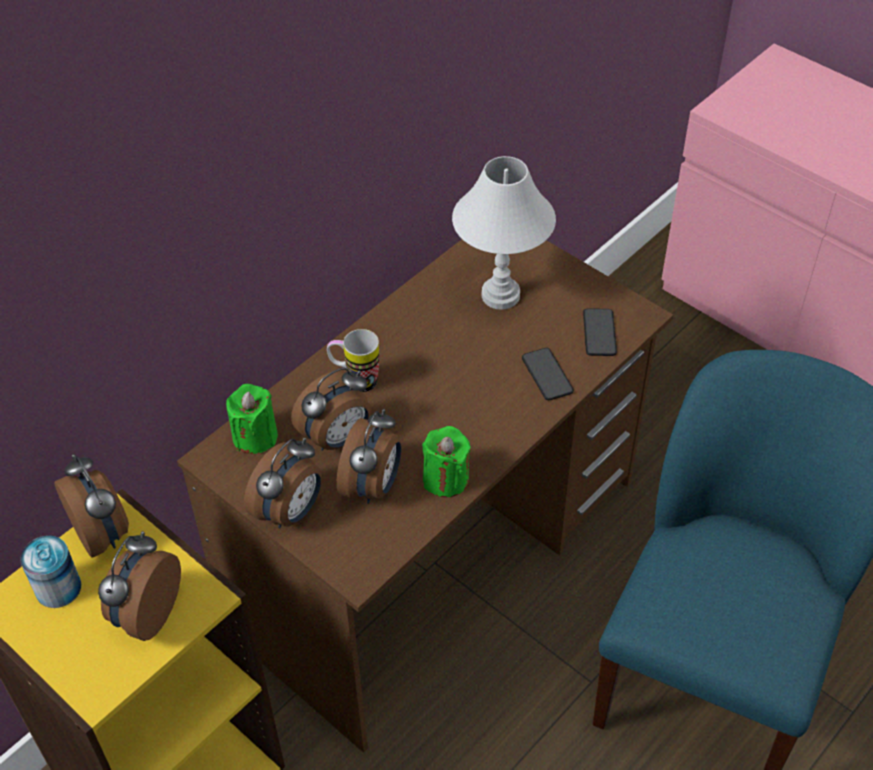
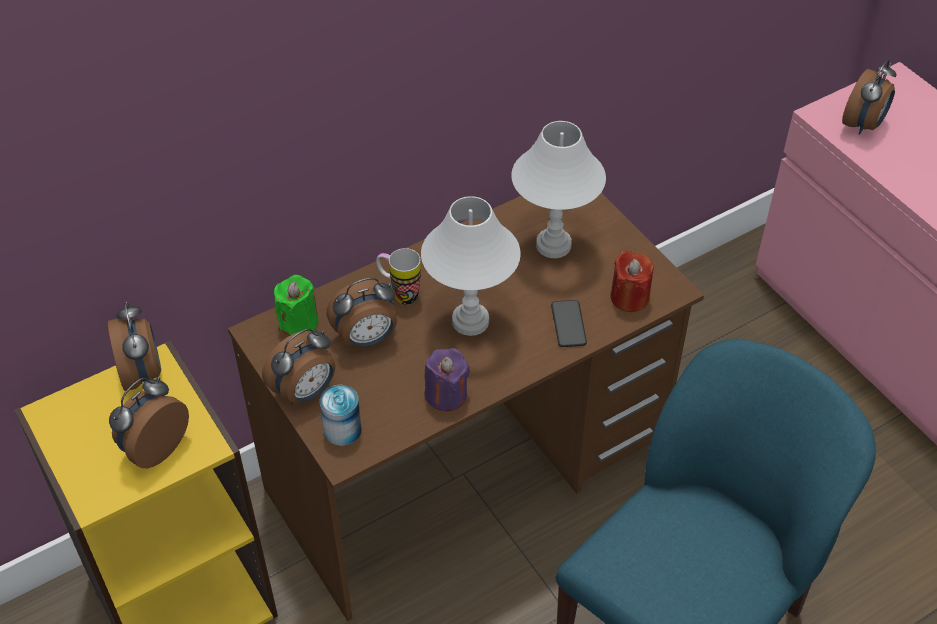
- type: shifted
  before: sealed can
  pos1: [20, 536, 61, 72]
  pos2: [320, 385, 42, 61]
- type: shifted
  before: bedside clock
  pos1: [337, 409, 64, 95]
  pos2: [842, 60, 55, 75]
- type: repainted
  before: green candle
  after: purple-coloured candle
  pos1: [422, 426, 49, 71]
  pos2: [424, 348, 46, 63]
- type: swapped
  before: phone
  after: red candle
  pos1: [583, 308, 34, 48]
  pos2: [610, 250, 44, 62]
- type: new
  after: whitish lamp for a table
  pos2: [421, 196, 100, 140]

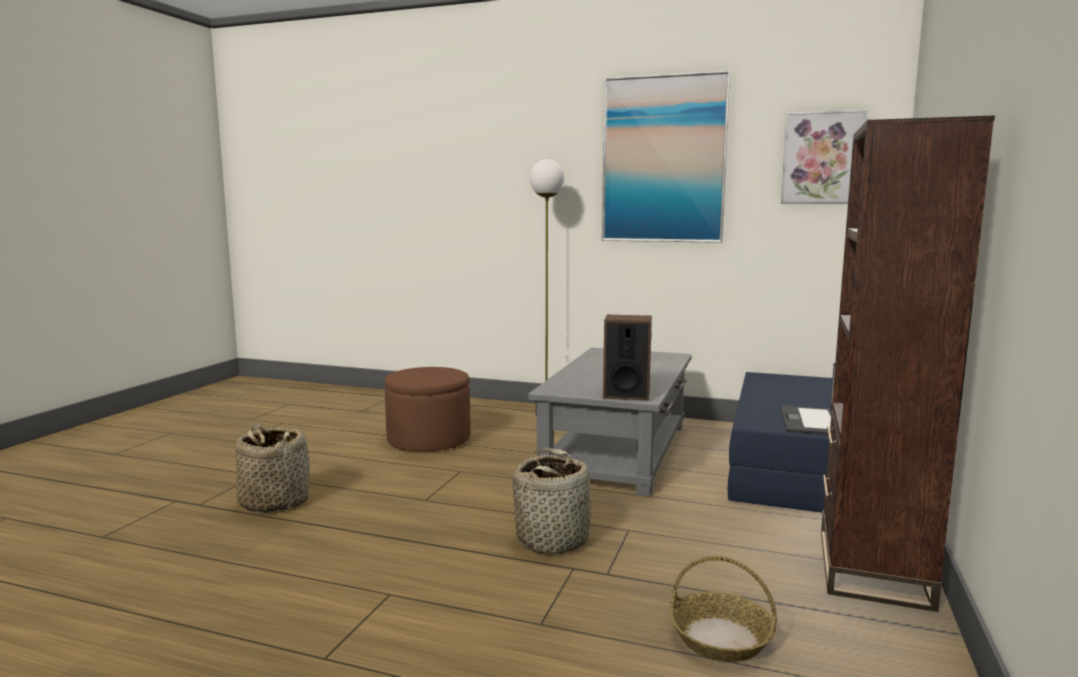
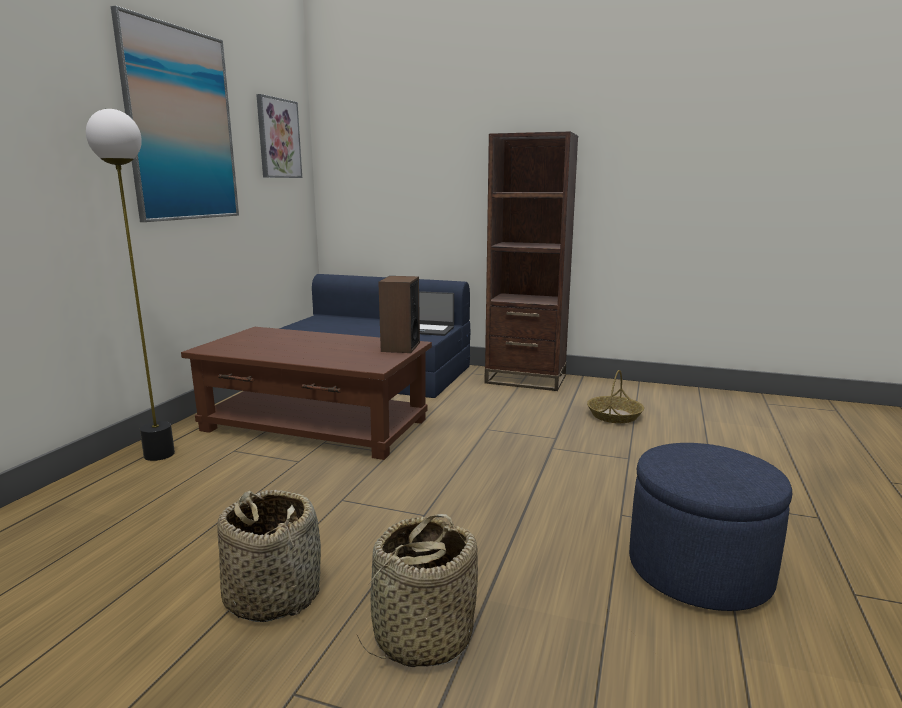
- type: gone
  before: brown-coloured ottoman
  pos1: [384, 367, 86, 84]
- type: shifted
  before: household basket
  pos1: [513, 448, 80, 107]
  pos2: [217, 490, 104, 132]
- type: repainted
  before: greyish coffee table
  after: brown-coloured coffee table
  pos1: [528, 348, 164, 149]
  pos2: [181, 327, 251, 133]
- type: new
  after: blue ottoman
  pos2: [629, 443, 163, 168]

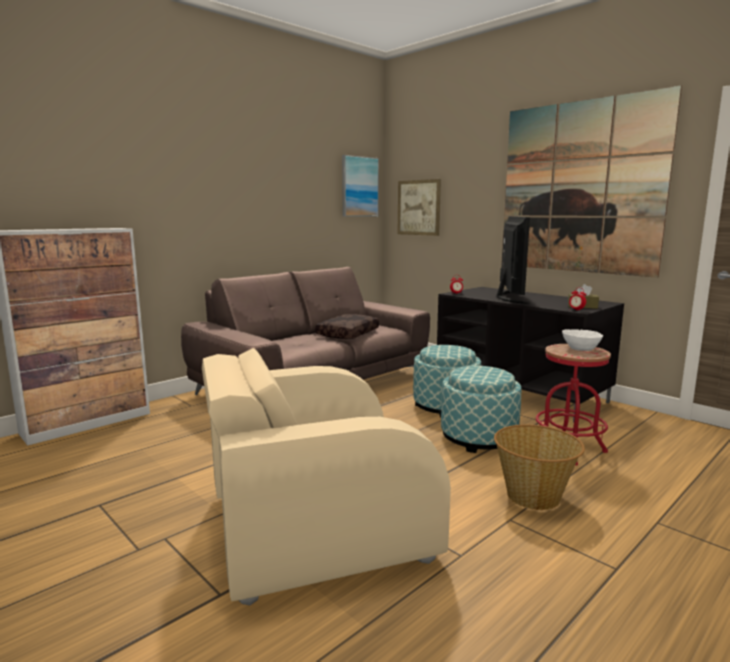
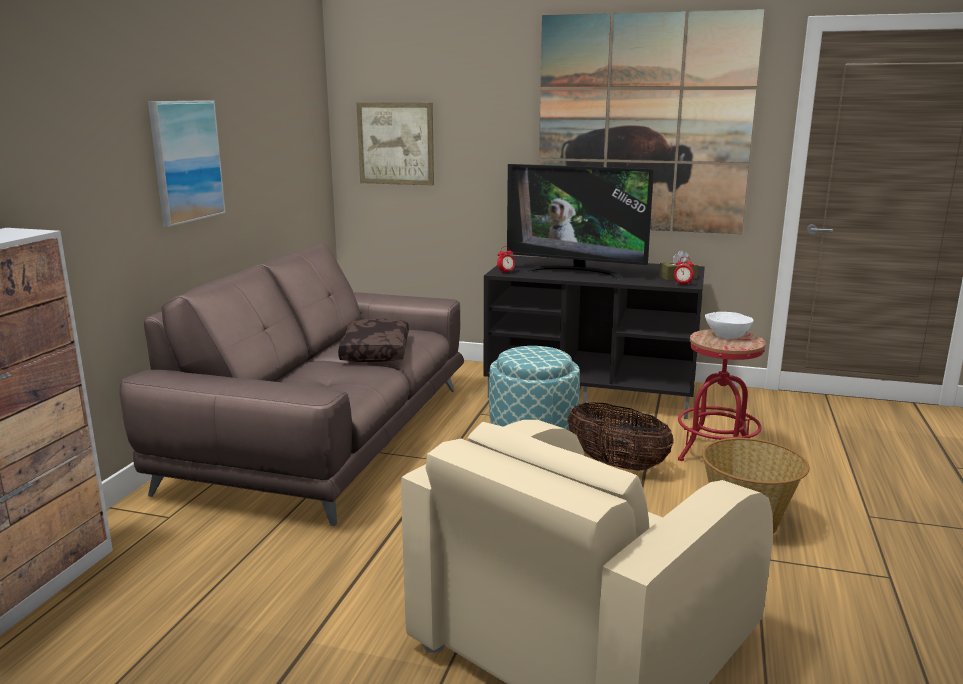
- type: shifted
  before: picture
  pos1: [342, 155, 37, 62]
  pos2: [148, 100, 78, 127]
- type: swapped
  before: ottoman
  after: household basket
  pos1: [441, 366, 81, 87]
  pos2: [567, 402, 107, 69]
- type: rotated
  before: TV
  pos1: [496, 216, 34, 88]
  pos2: [507, 164, 147, 116]
  turn: 135

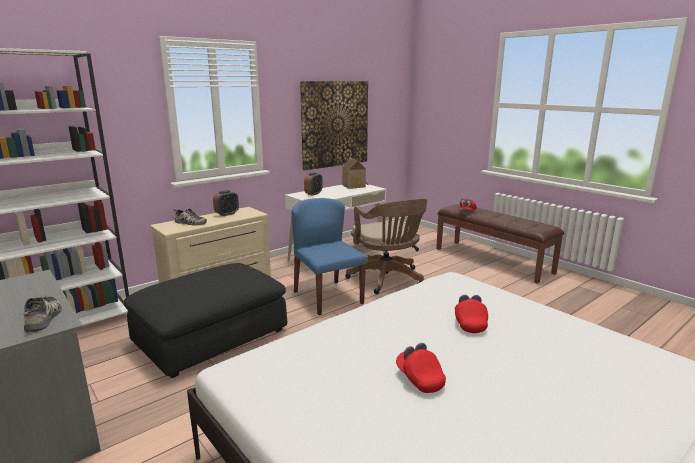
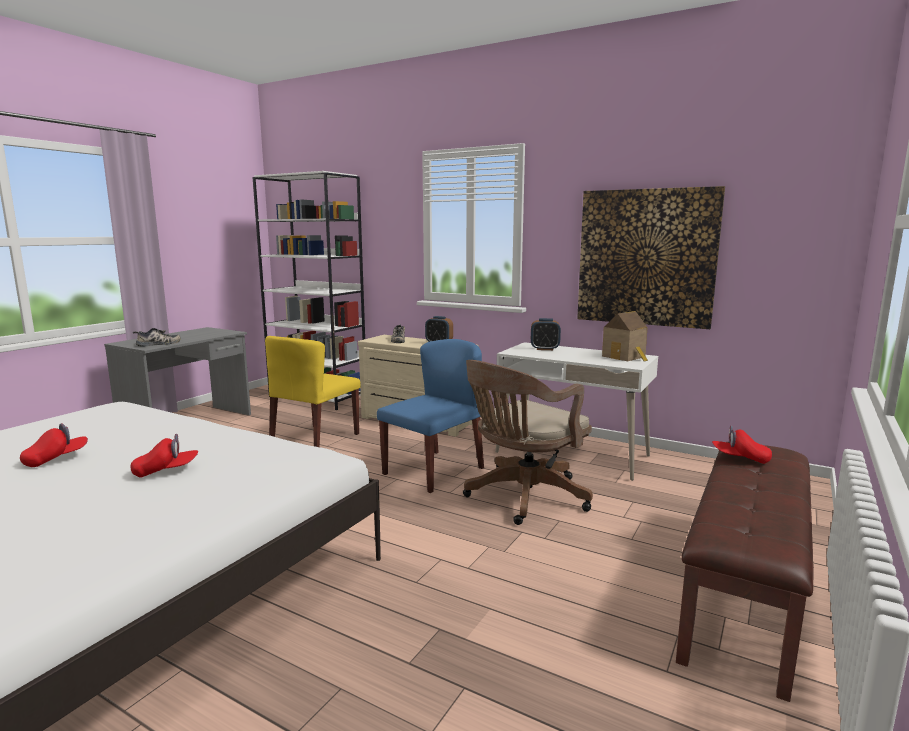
- type: swapped
  before: black-coloured ottoman
  after: yellow chair
  pos1: [124, 263, 163, 115]
  pos2: [265, 336, 96, 111]

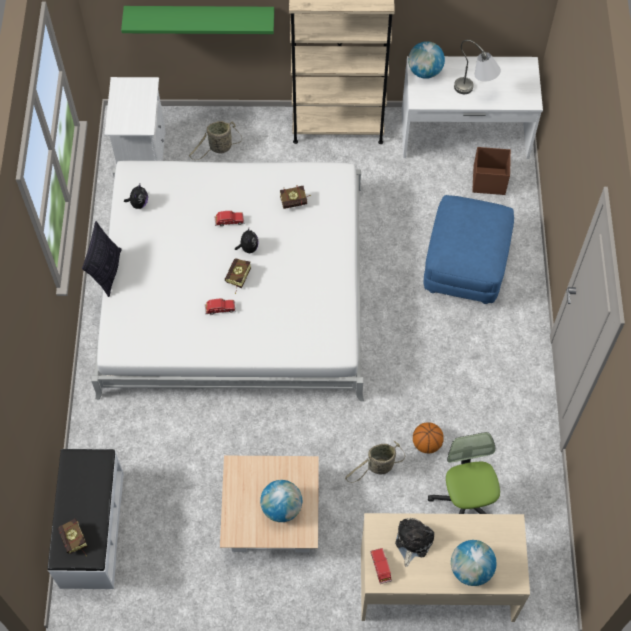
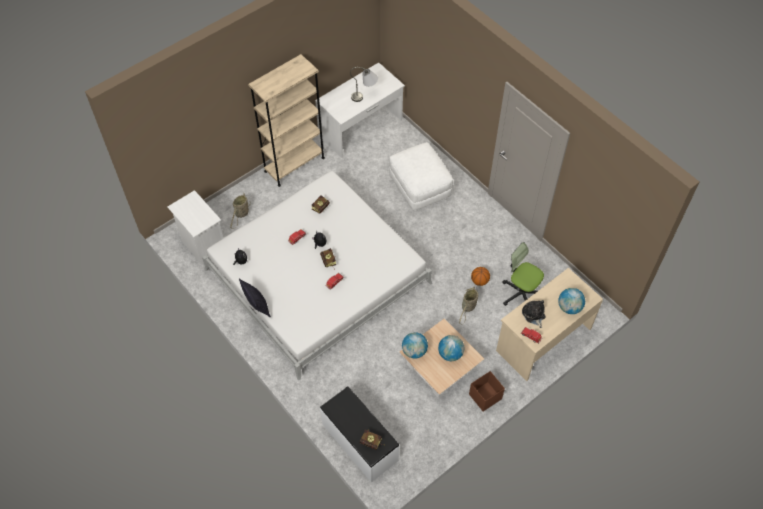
- type: gone
  before: green bracket shelf
  pos1: [121, 6, 153, 28]
- type: shifted
  before: world globe
  pos1: [408, 41, 37, 38]
  pos2: [402, 332, 26, 27]
- type: repainted
  before: blue ottoman
  after: whitish ottoman
  pos1: [423, 195, 91, 109]
  pos2: [389, 142, 64, 70]
- type: shifted
  before: brown-coloured storage box
  pos1: [472, 147, 39, 48]
  pos2: [469, 371, 36, 41]

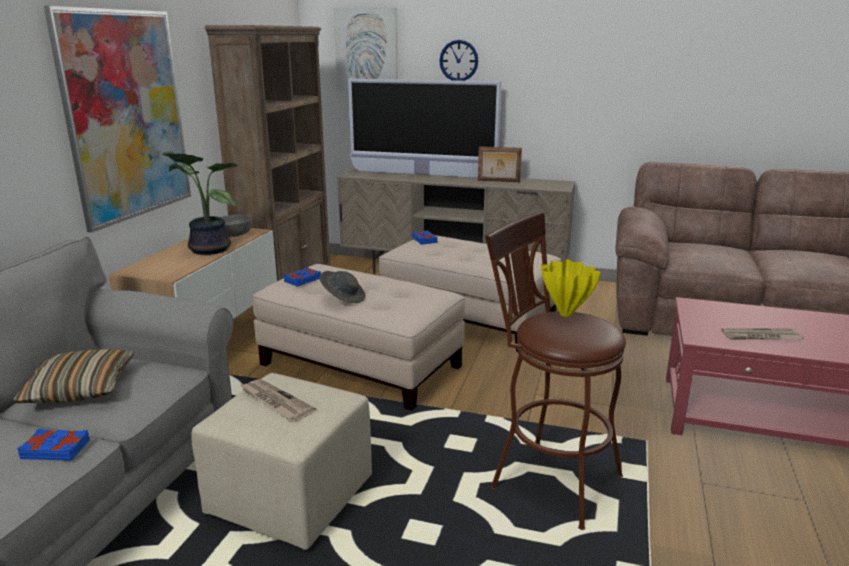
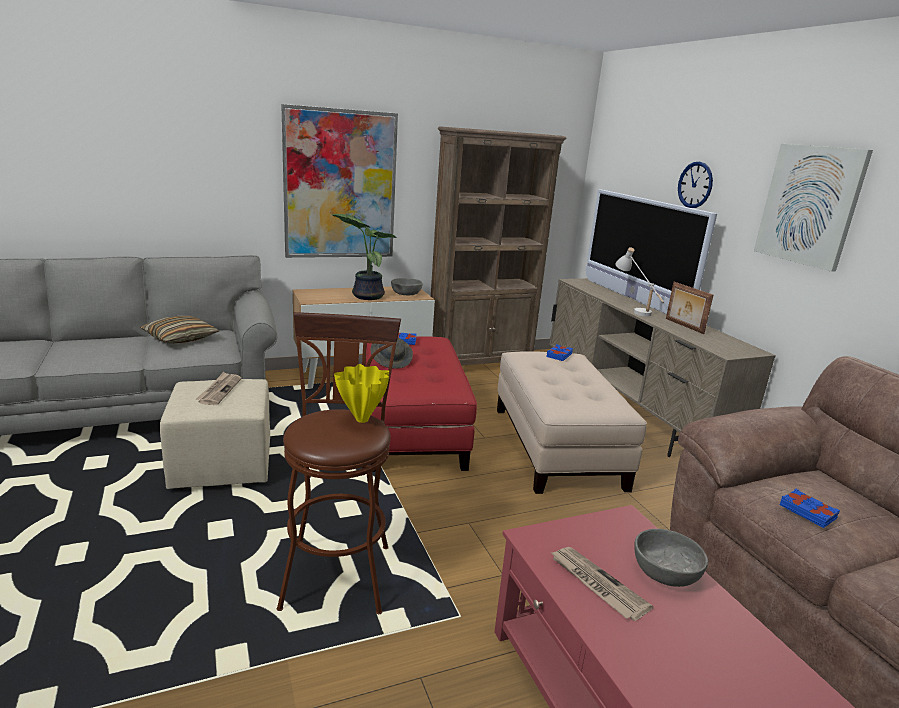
- type: shifted
  before: blue book
  pos1: [17, 428, 73, 33]
  pos2: [780, 489, 60, 39]
- type: repainted
  before: beige ottoman
  after: red ottoman
  pos1: [252, 264, 213, 147]
  pos2: [365, 336, 112, 136]
- type: shifted
  before: picture
  pos1: [333, 7, 65, 83]
  pos2: [754, 144, 119, 128]
- type: new
  after: whitish lamp for a table
  pos2: [616, 247, 48, 70]
- type: new
  after: greyish deep dish
  pos2: [634, 529, 74, 58]

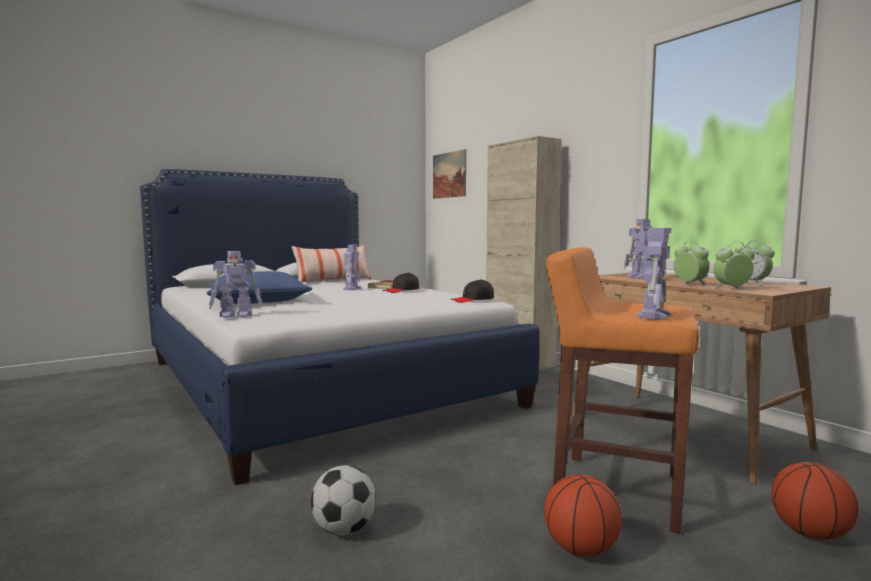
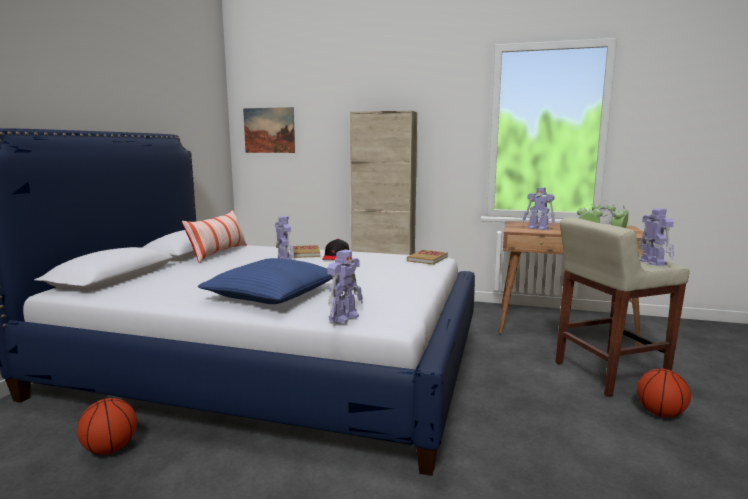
- type: gone
  before: football
  pos1: [311, 465, 65, 70]
- type: swapped
  before: black-coloured cap
  after: book
  pos1: [451, 279, 43, 24]
  pos2: [407, 250, 41, 15]
- type: repainted
  before: orange sitting stool
  after: beige sitting stool
  pos1: [546, 247, 154, 286]
  pos2: [555, 217, 134, 179]
- type: shifted
  before: ball for basketball
  pos1: [771, 462, 88, 78]
  pos2: [77, 398, 60, 57]

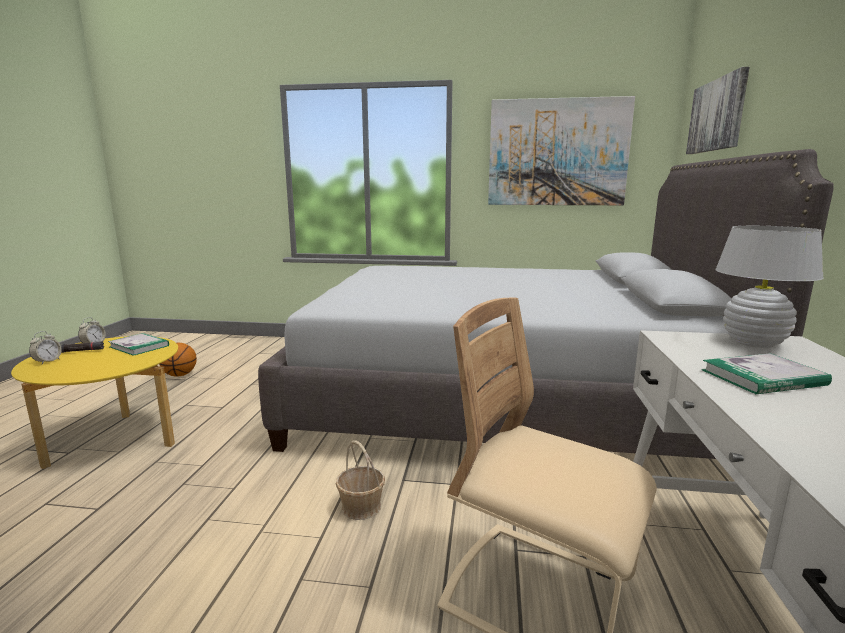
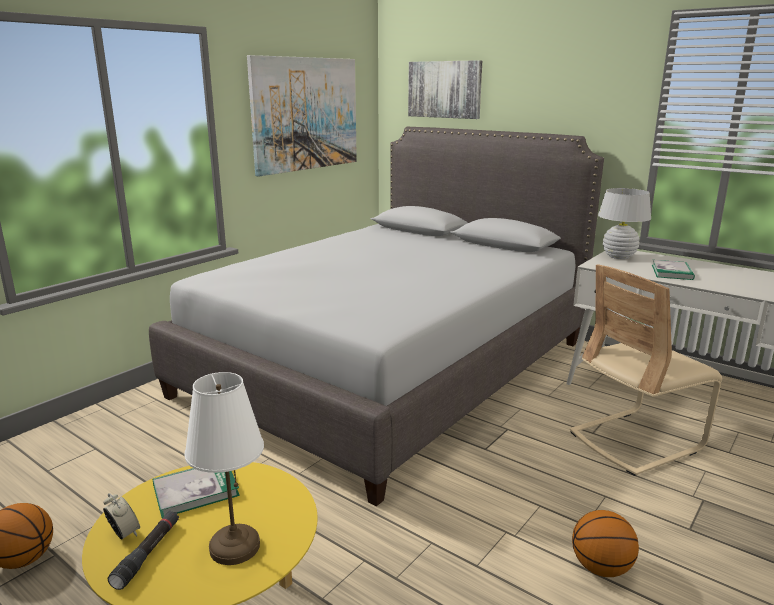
- type: gone
  before: bedside clock
  pos1: [29, 331, 33, 33]
- type: gone
  before: household basket
  pos1: [336, 440, 49, 80]
- type: new
  after: whitish lamp for a table
  pos2: [185, 372, 79, 193]
- type: new
  after: ball for basketball
  pos2: [572, 510, 67, 67]

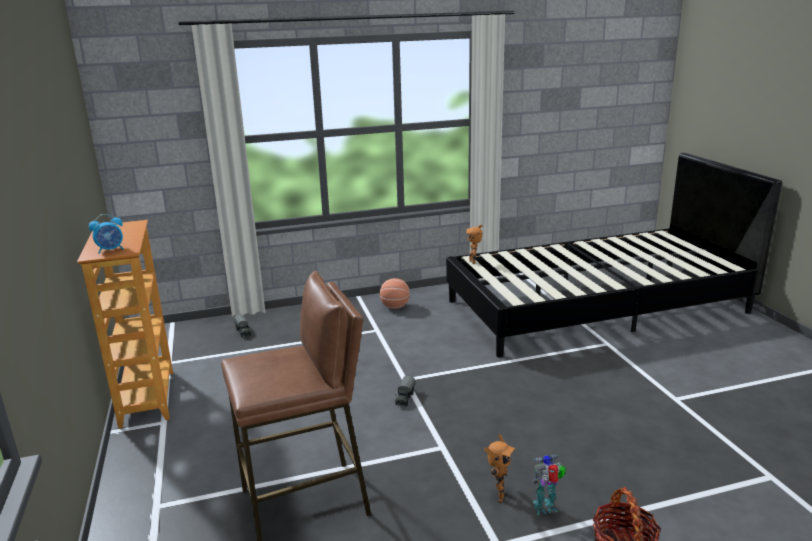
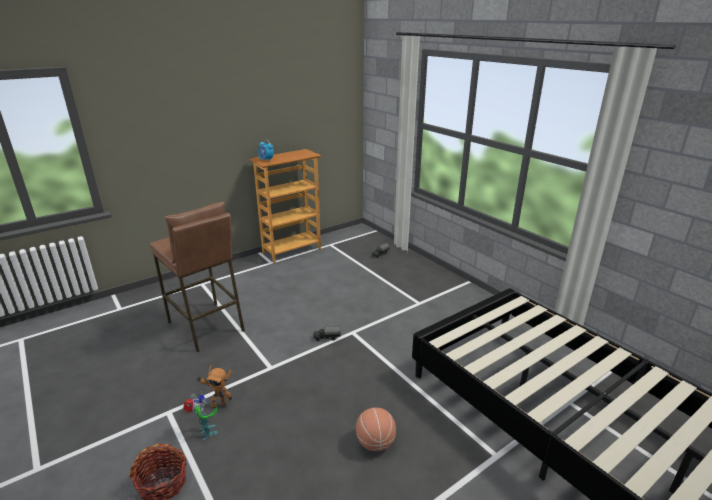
- type: shifted
  before: ball for basketball
  pos1: [380, 278, 30, 31]
  pos2: [356, 407, 40, 44]
- type: gone
  before: model robot
  pos1: [466, 225, 17, 39]

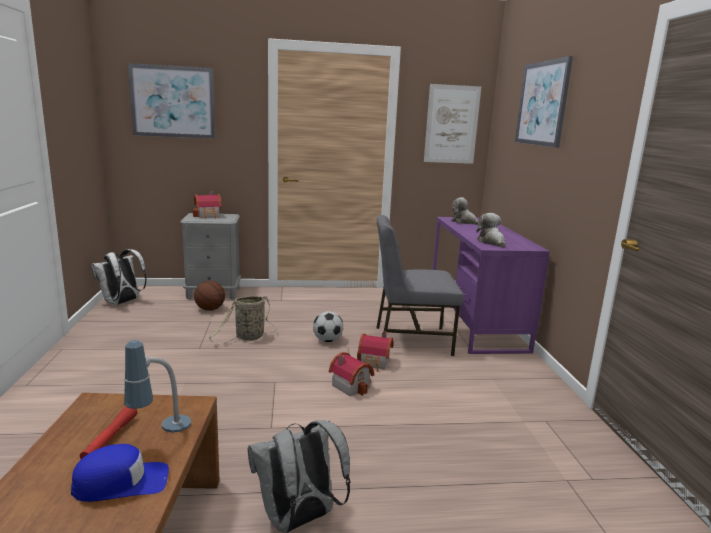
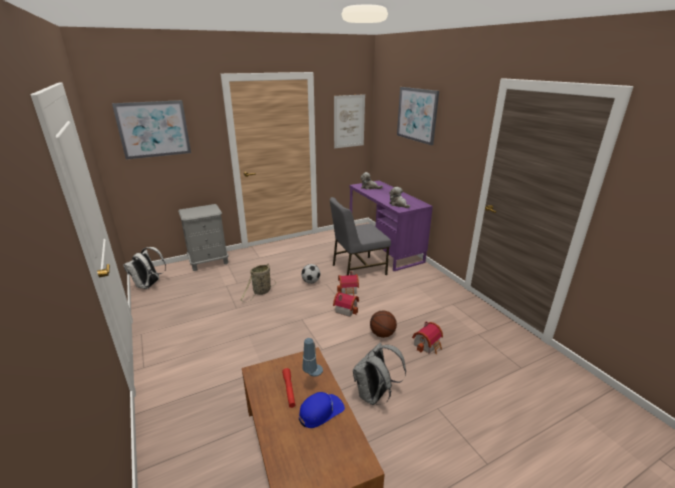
- type: shifted
  before: miniature house
  pos1: [193, 191, 29, 28]
  pos2: [412, 321, 31, 33]
- type: shifted
  before: ball for basketball
  pos1: [194, 281, 31, 30]
  pos2: [370, 310, 27, 28]

